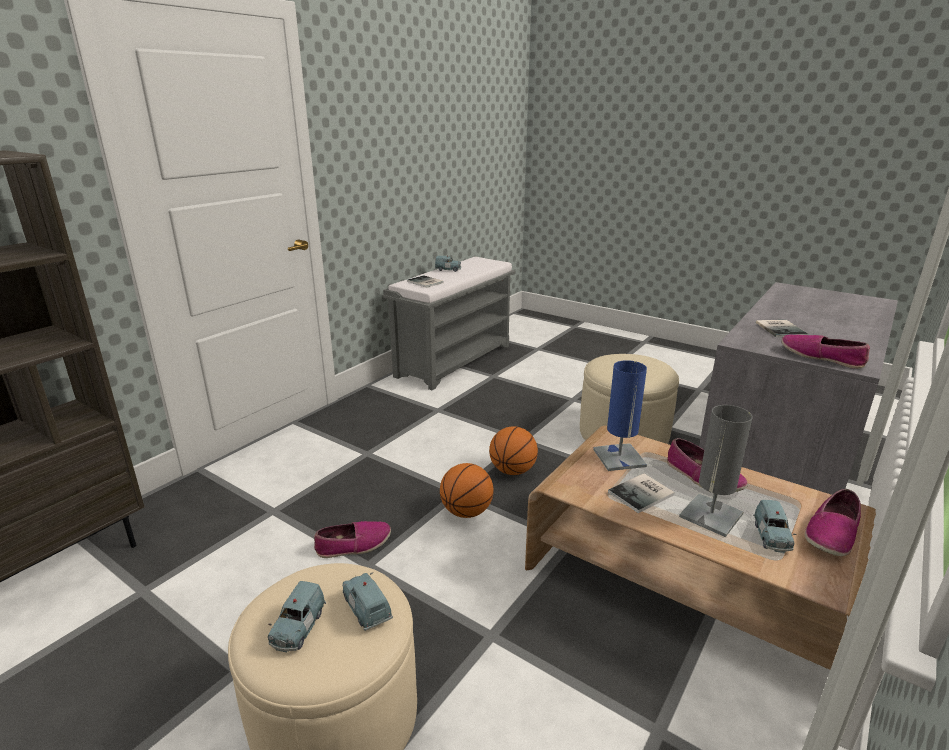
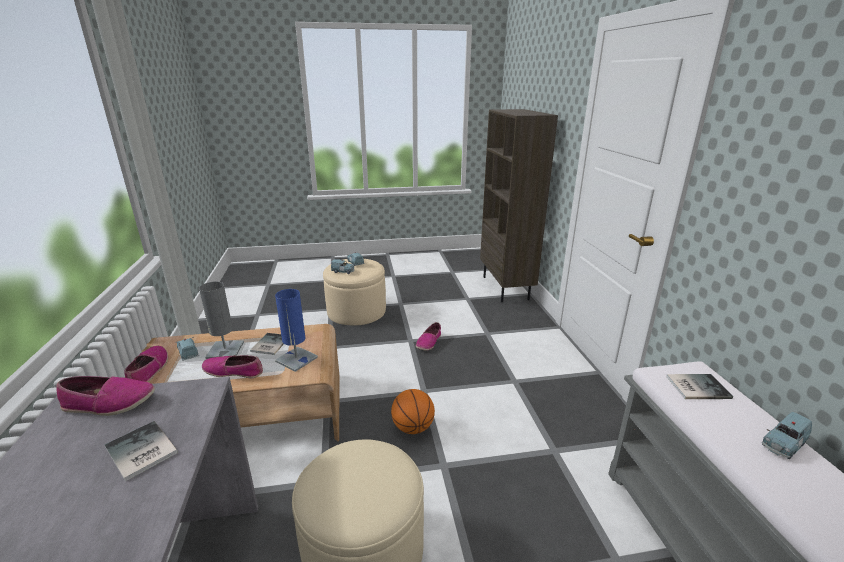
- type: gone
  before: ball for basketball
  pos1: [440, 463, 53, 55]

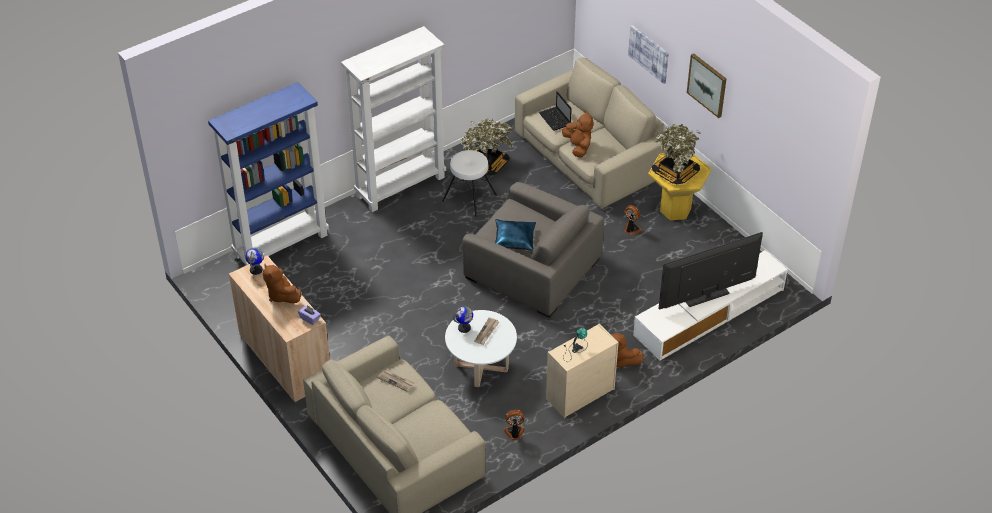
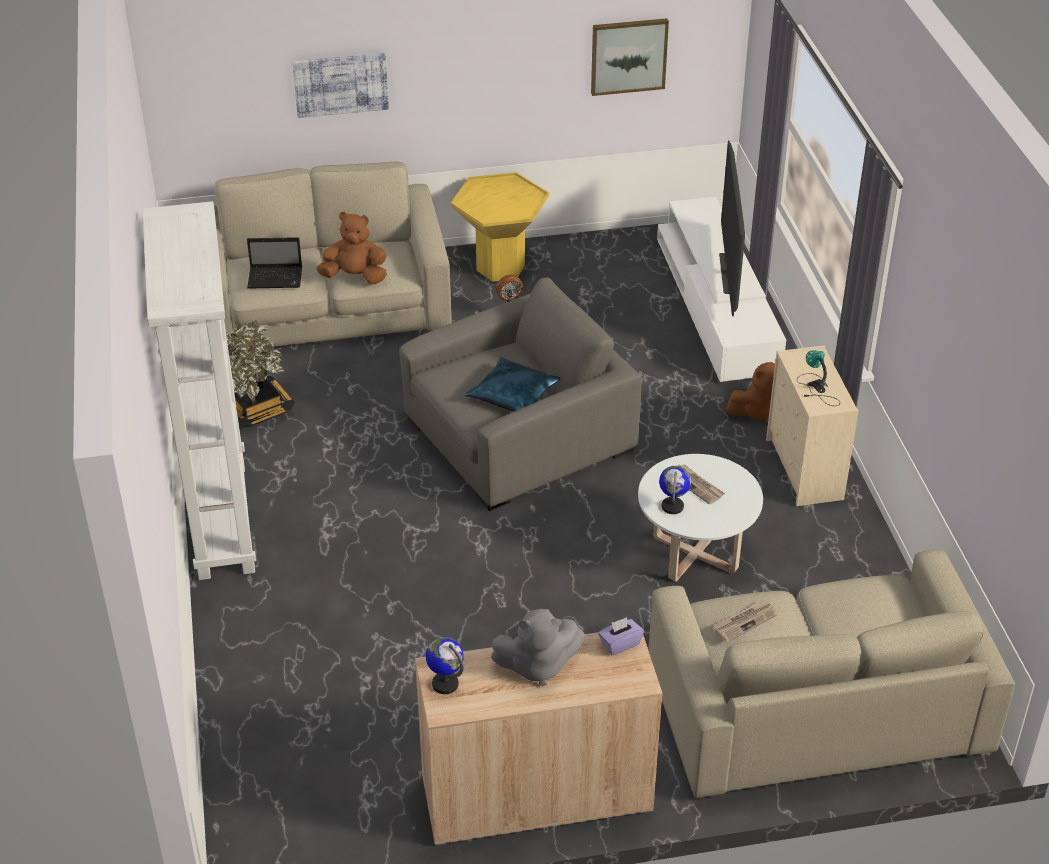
- type: gone
  before: blue shelving unit
  pos1: [208, 82, 121, 183]
- type: repainted
  before: brown-coloured plush toy
  after: greyish plush toy
  pos1: [263, 264, 38, 39]
  pos2: [491, 609, 94, 78]
- type: gone
  before: whitish sitting stool
  pos1: [442, 150, 55, 67]
- type: gone
  before: fan
  pos1: [504, 410, 21, 30]
- type: gone
  before: houseplant
  pos1: [652, 124, 48, 60]
- type: shifted
  before: picture
  pos1: [687, 53, 40, 65]
  pos2: [591, 18, 78, 78]

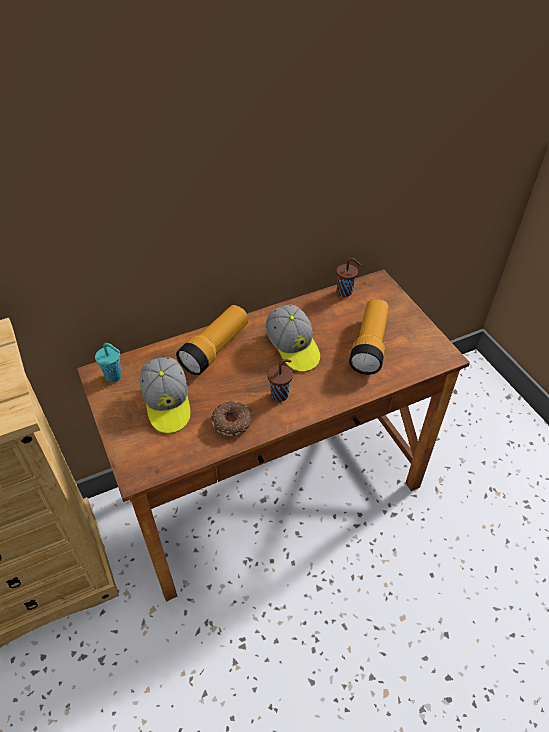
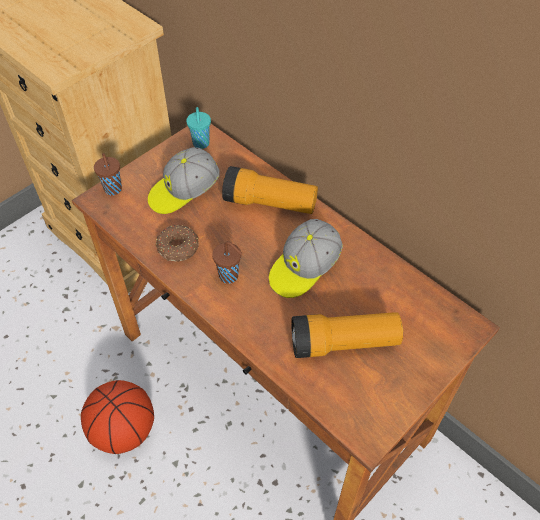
- type: shifted
  before: brown-coloured drinking cup
  pos1: [336, 258, 25, 39]
  pos2: [94, 153, 28, 42]
- type: new
  after: ball for basketball
  pos2: [81, 380, 73, 74]

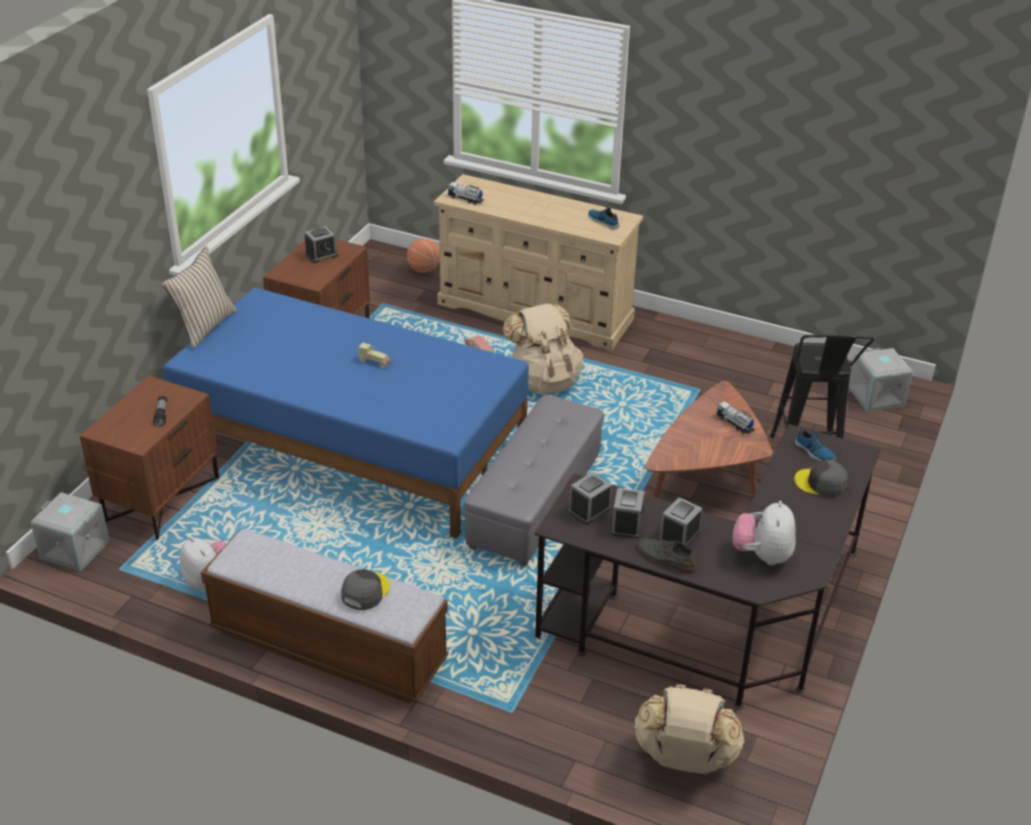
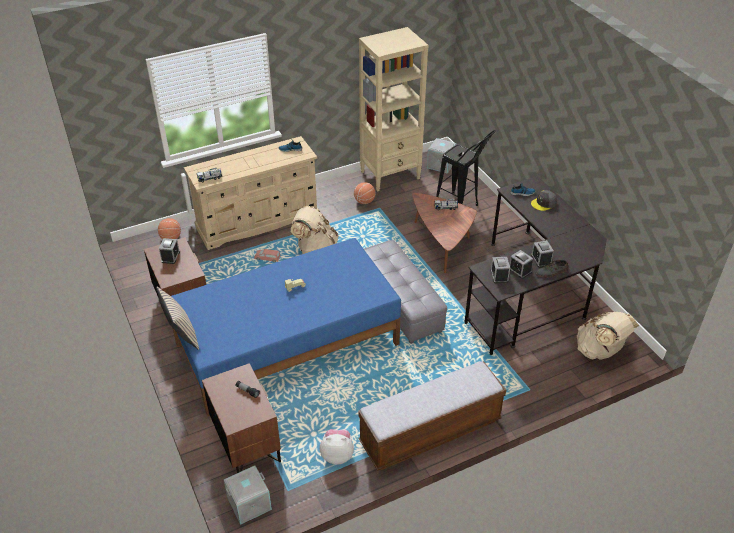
- type: gone
  before: greyish cap
  pos1: [341, 569, 49, 41]
- type: gone
  before: plush toy
  pos1: [733, 501, 63, 64]
- type: new
  after: ball for basketball
  pos2: [354, 182, 21, 22]
- type: new
  after: beige shelving unit
  pos2: [359, 27, 70, 165]

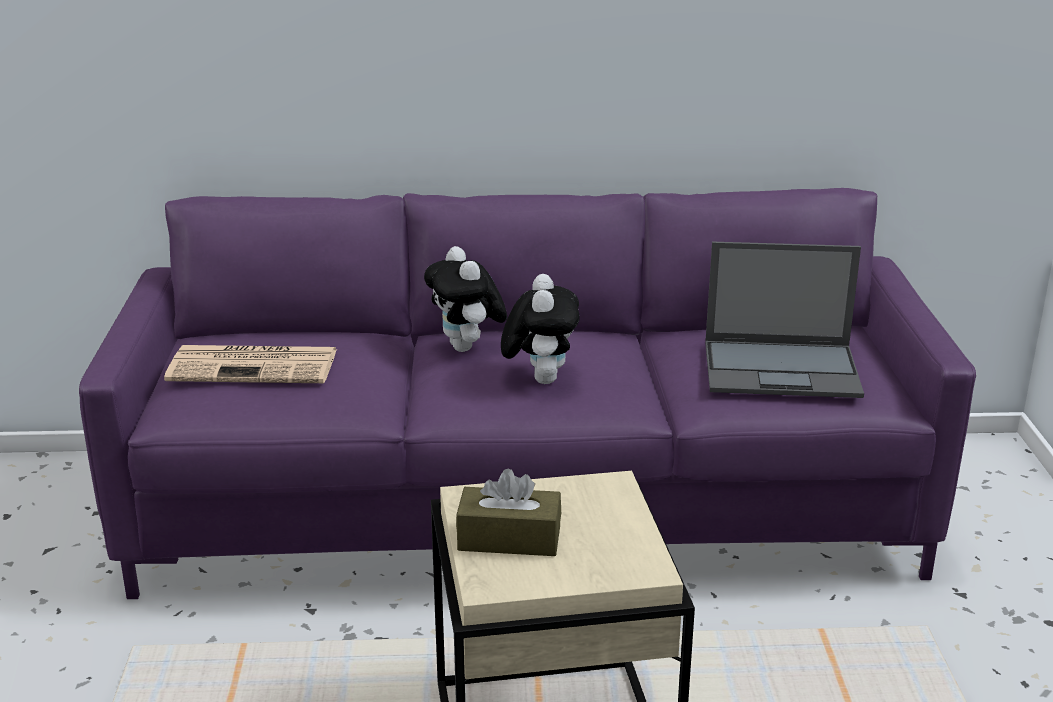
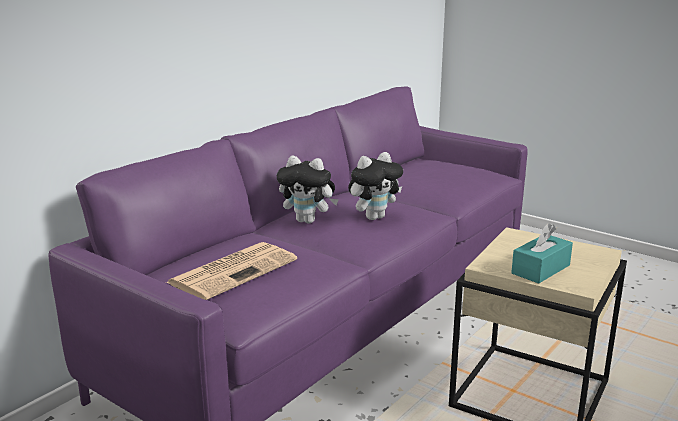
- type: repainted
  before: brown-coloured tissue box
  after: turquoise-coloured tissue box
  pos1: [456, 468, 105, 88]
  pos2: [511, 223, 62, 61]
- type: rotated
  before: plush toy
  pos1: [501, 274, 78, 110]
  pos2: [348, 152, 55, 68]
  turn: 105
- type: gone
  before: portable computer
  pos1: [705, 242, 159, 156]

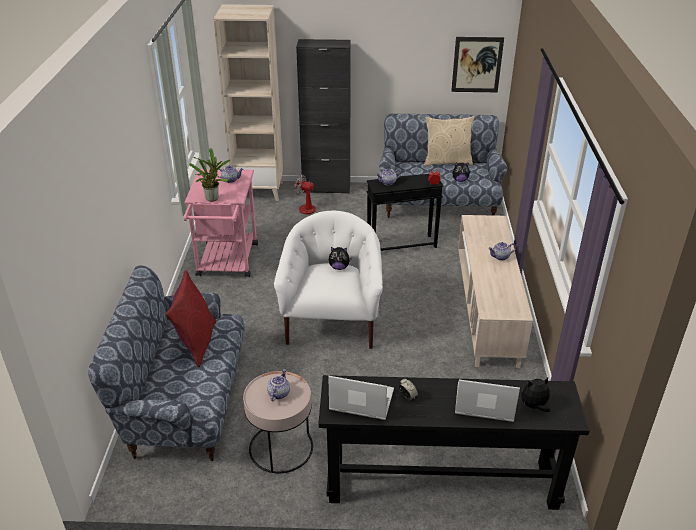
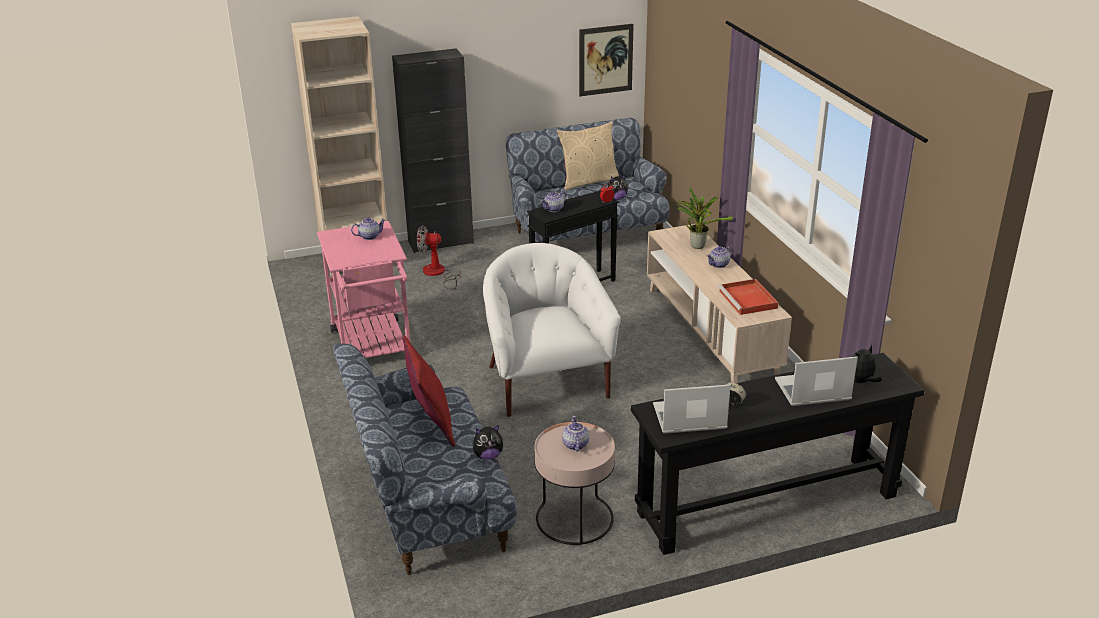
- type: shifted
  before: houseplant
  pos1: [189, 148, 42, 54]
  pos2: [677, 188, 56, 61]
- type: shifted
  before: plush toy
  pos1: [329, 247, 23, 23]
  pos2: [473, 425, 30, 35]
- type: new
  after: red tray
  pos2: [718, 279, 60, 36]

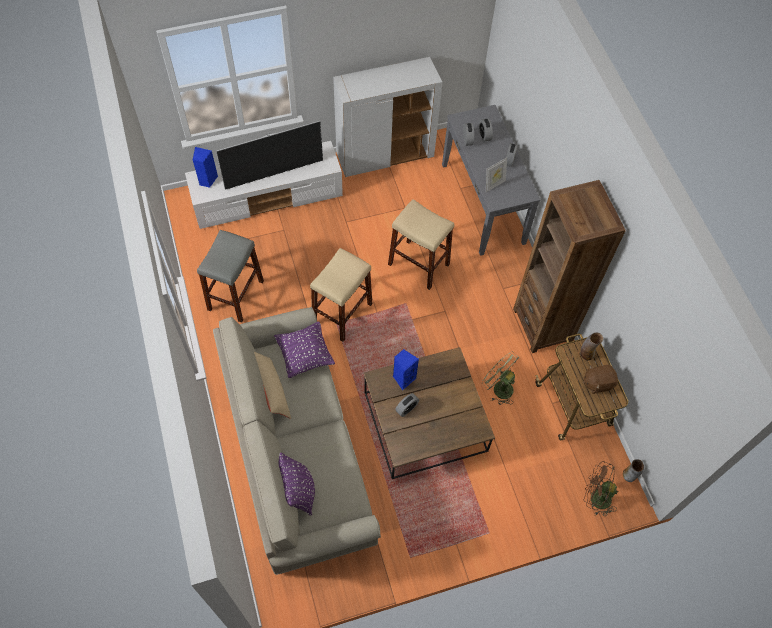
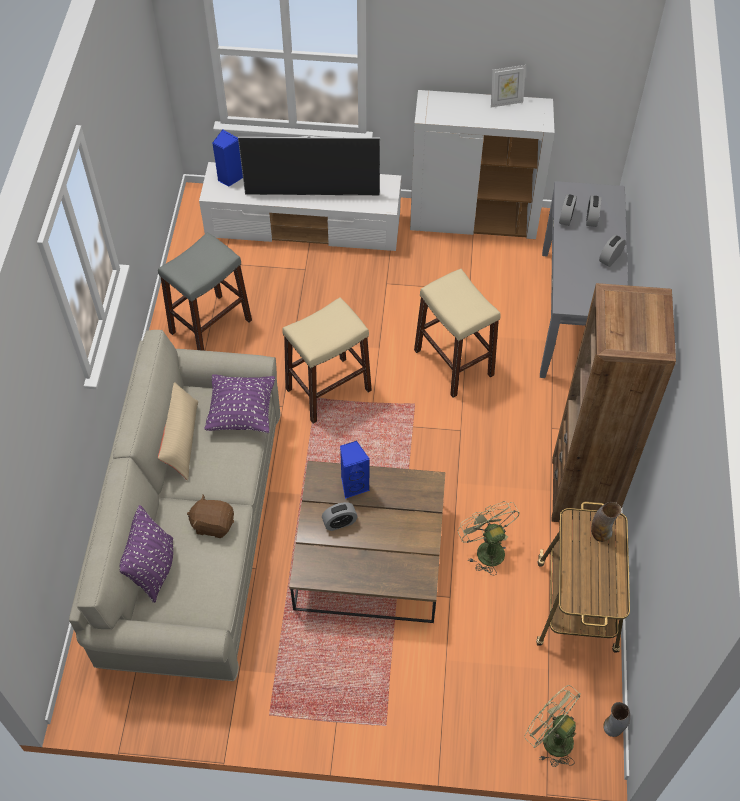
- type: shifted
  before: standing frame
  pos1: [486, 157, 21, 35]
  pos2: [491, 65, 35, 42]
- type: shifted
  before: brown-coloured plush toy
  pos1: [583, 365, 35, 29]
  pos2: [187, 495, 47, 43]
- type: repainted
  before: brown-coloured fan
  after: green fan
  pos1: [583, 461, 35, 56]
  pos2: [524, 685, 57, 82]

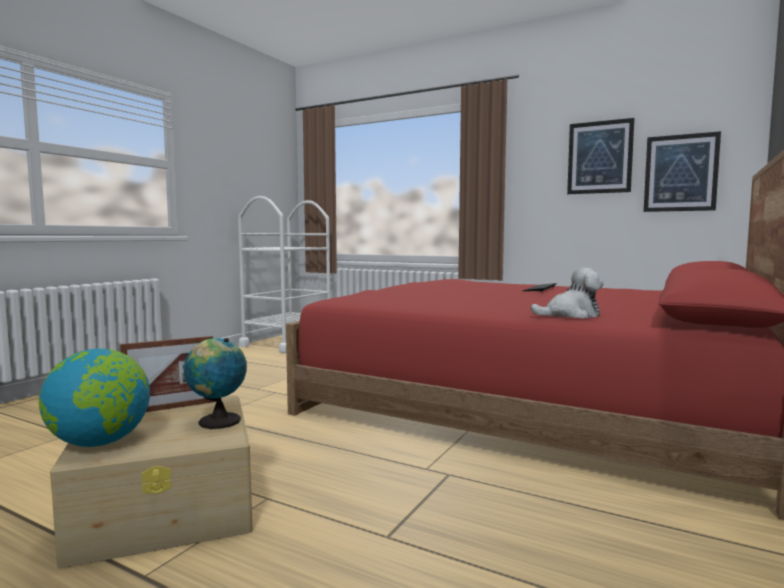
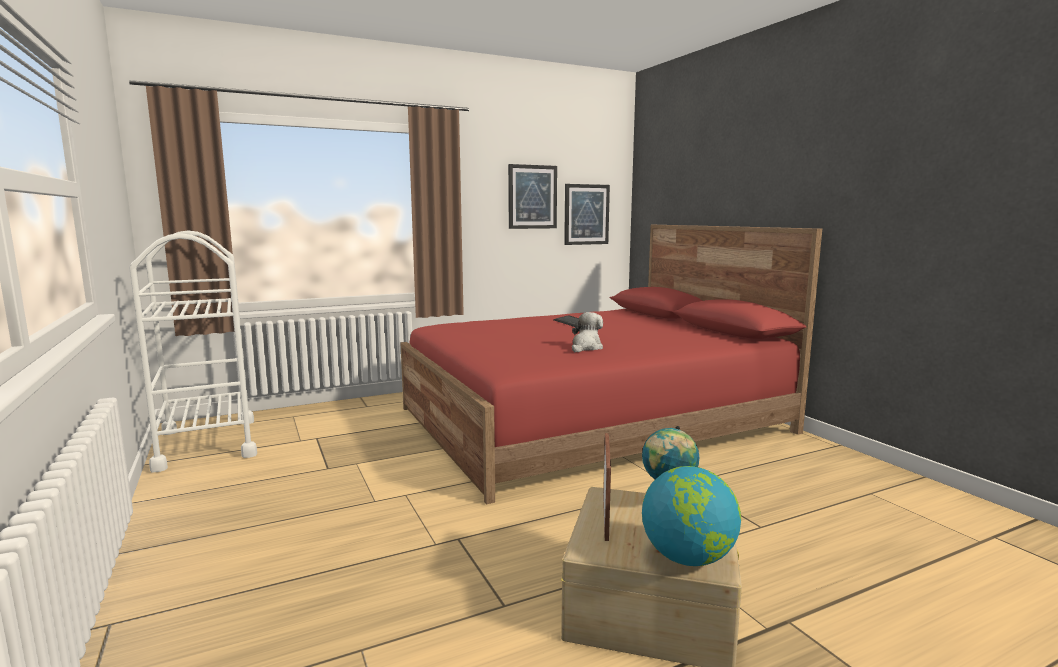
- type: shifted
  before: plush toy
  pos1: [531, 268, 73, 51]
  pos2: [572, 312, 31, 40]

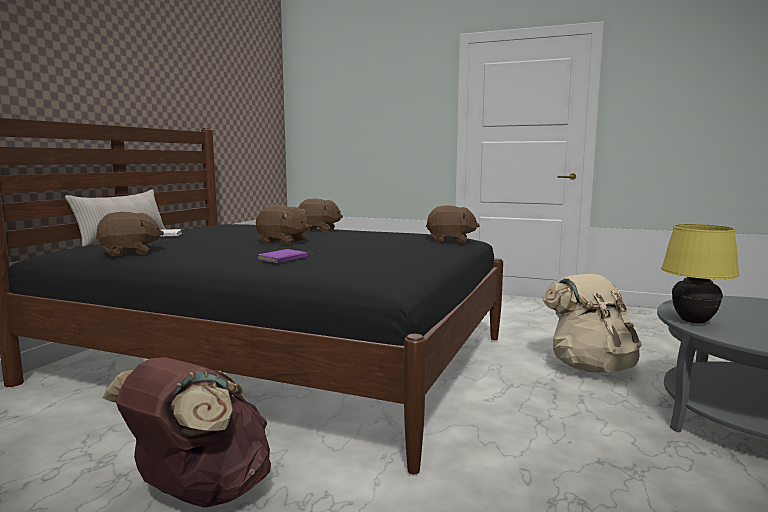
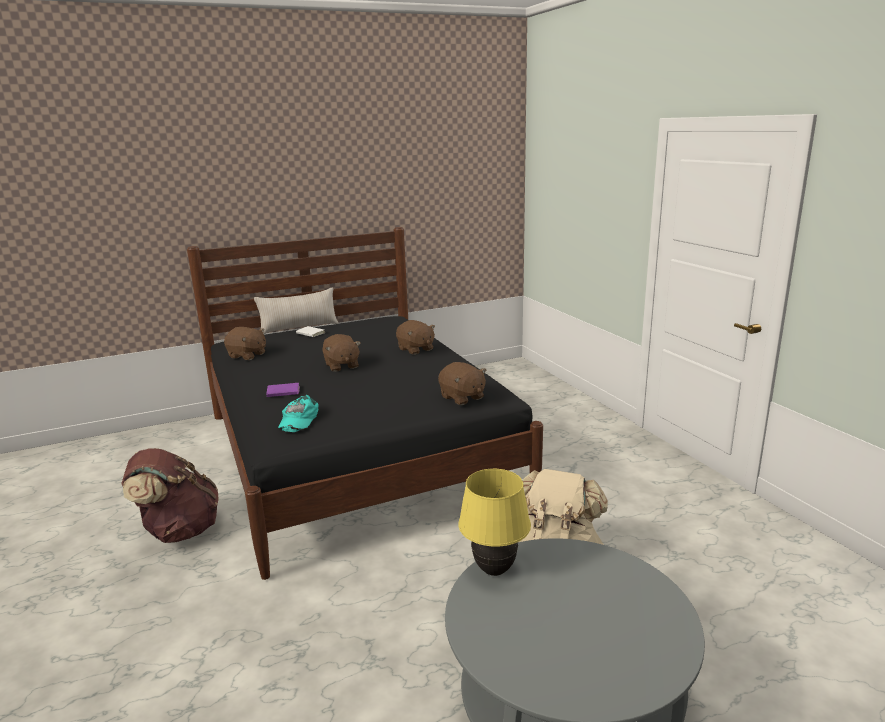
- type: new
  after: turquoise-coloured cap
  pos2: [278, 395, 41, 37]

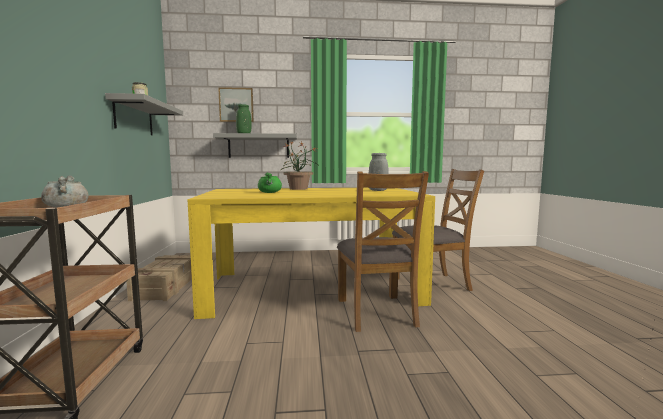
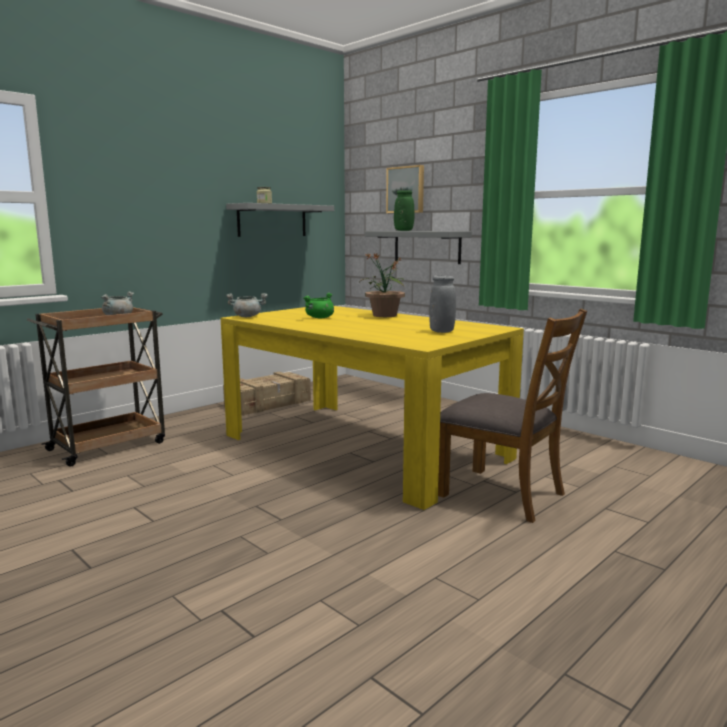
- type: gone
  before: brown-coloured chair
  pos1: [337, 171, 92, 161]
- type: new
  after: greyish saucepot
  pos2: [226, 293, 42, 24]

